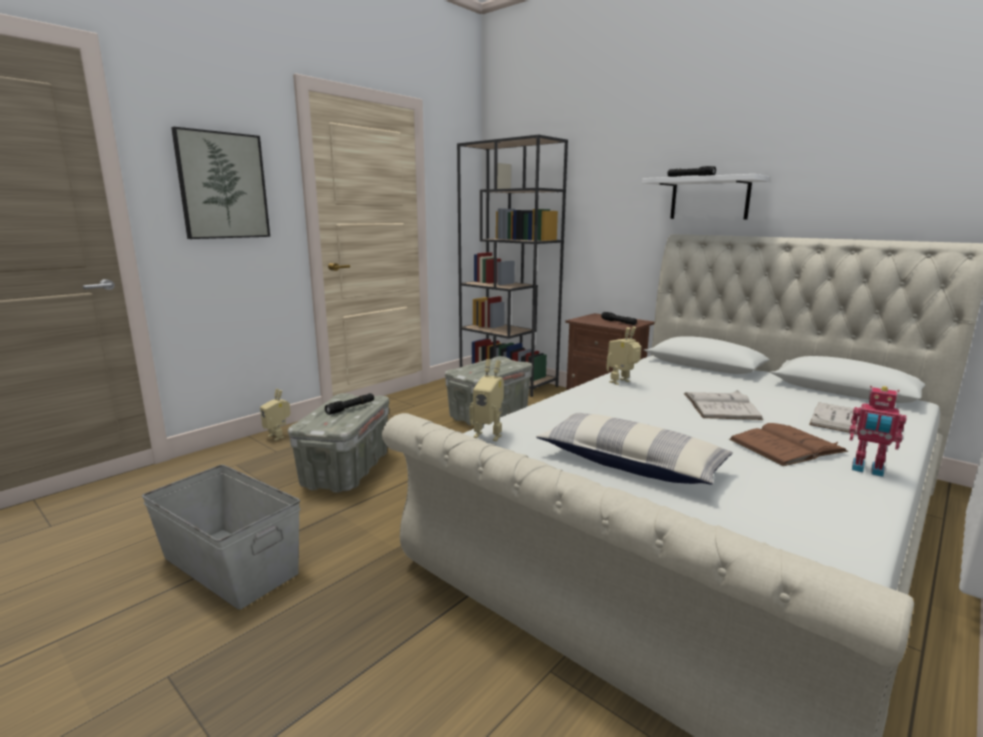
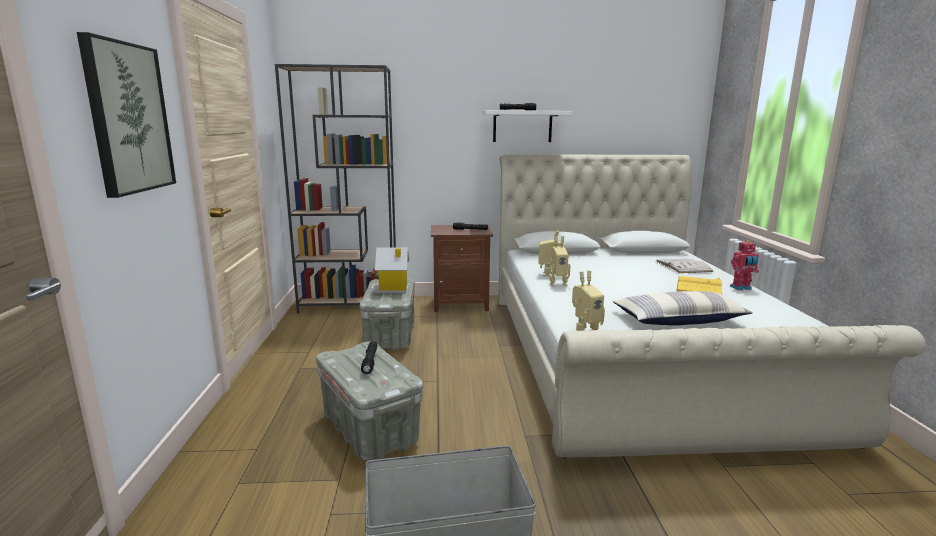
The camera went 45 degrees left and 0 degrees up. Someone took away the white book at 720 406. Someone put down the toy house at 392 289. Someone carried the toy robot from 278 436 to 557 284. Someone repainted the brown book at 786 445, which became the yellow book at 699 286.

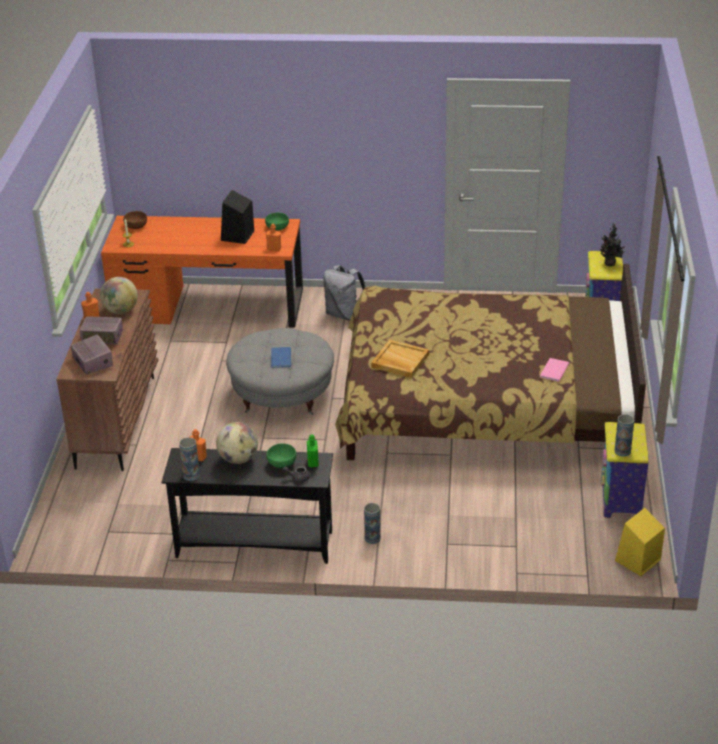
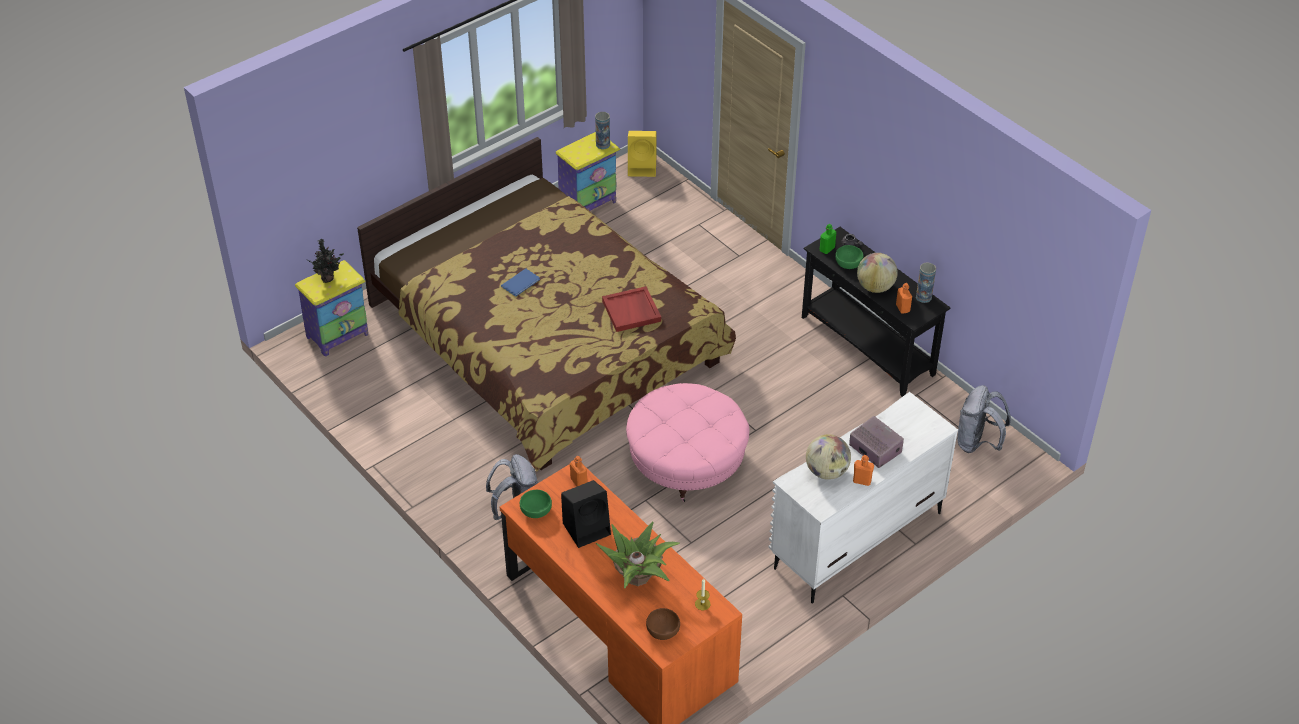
The camera went 135 degrees left and 10 degrees up. Someone took away the radio at 93 362. Someone took away the vase at 372 538. Someone took away the pink book at 553 371. Someone put down the potted plant at 638 577. Someone put down the grey backpack at 977 443. Someone carried the blue book from 280 358 to 522 283. Someone repainted the brown dresser at 117 421, which became the white dresser at 856 539. Someone repainted the grey ottoman at 282 394, which became the pink ottoman at 687 462. Someone repainted the beige tray at 399 361, which became the red tray at 632 311.

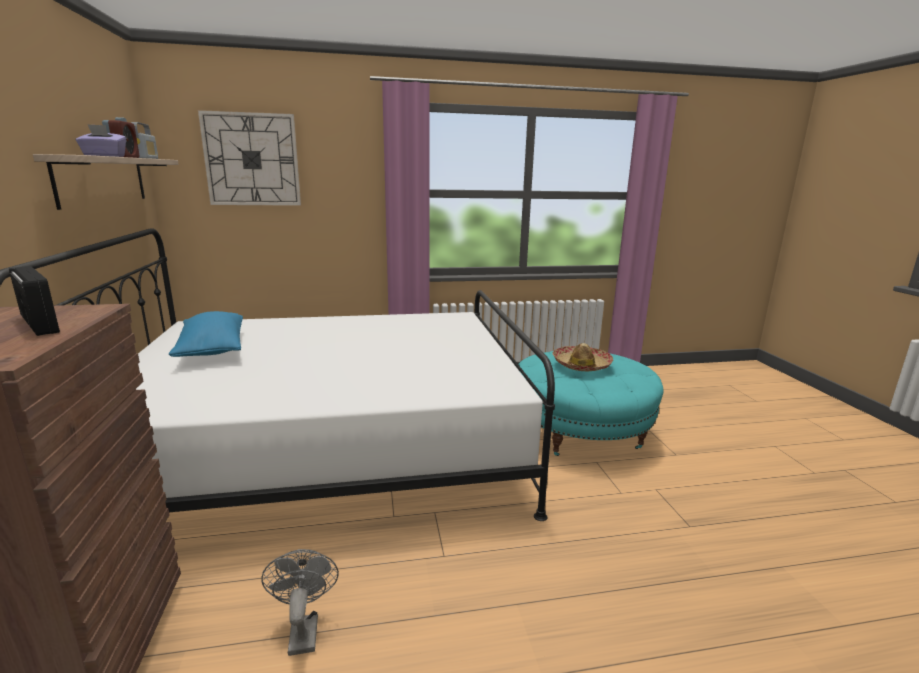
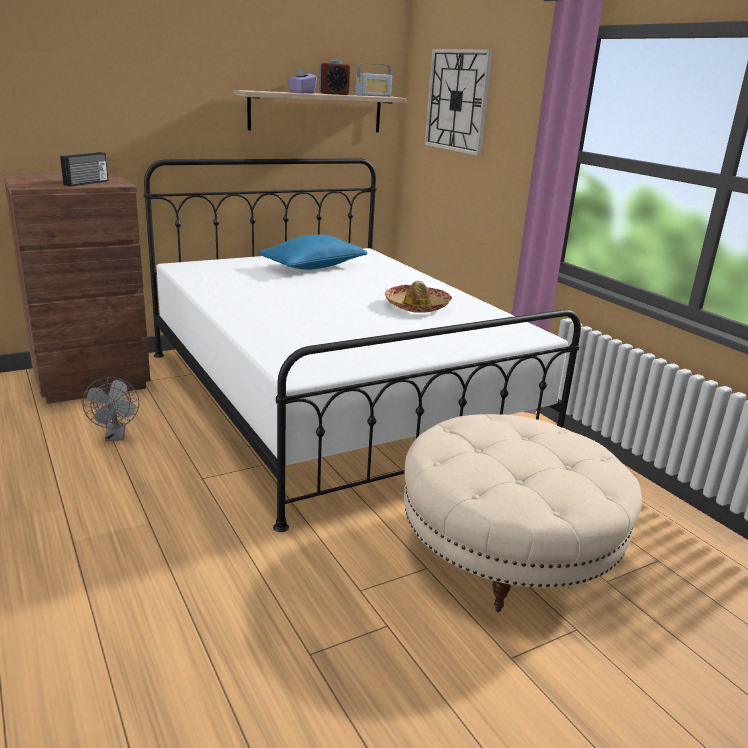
The camera went 70 degrees right and 5 degrees up. Someone carried the hat from 581 365 to 417 306. Someone repainted the turquoise ottoman at 581 431, which became the beige ottoman at 507 552. Someone rotated the grey fan at 303 629 by 105 degrees clockwise.

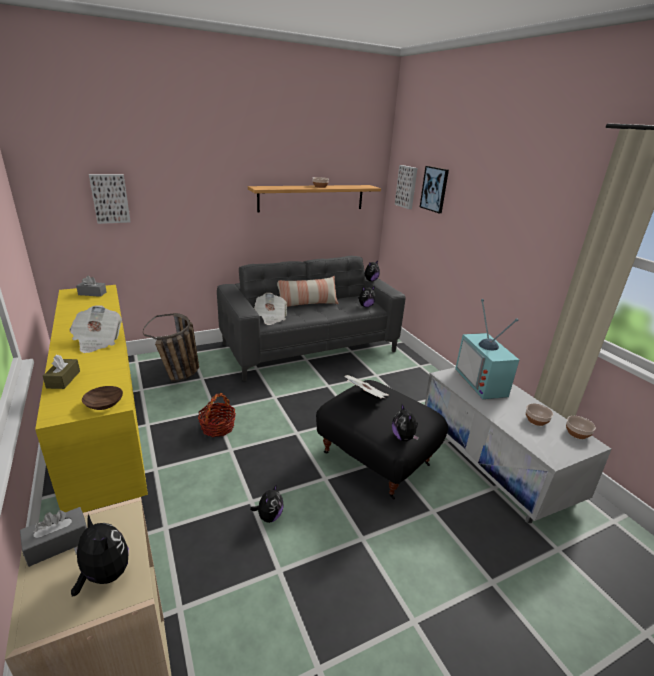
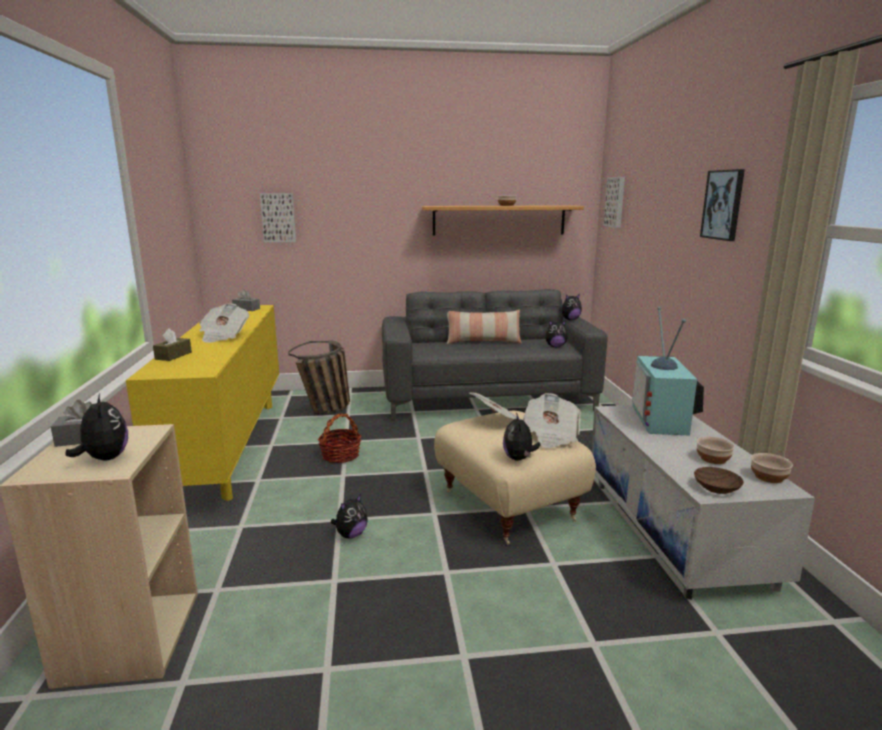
The camera went 20 degrees right and 10 degrees down. Someone carried the brown bowl from 105 403 to 717 487. Someone carried the newspaper from 270 317 to 551 436. Someone carried the picture from 434 189 to 723 205. Someone repainted the black ottoman at 377 458, which became the beige ottoman at 510 505.

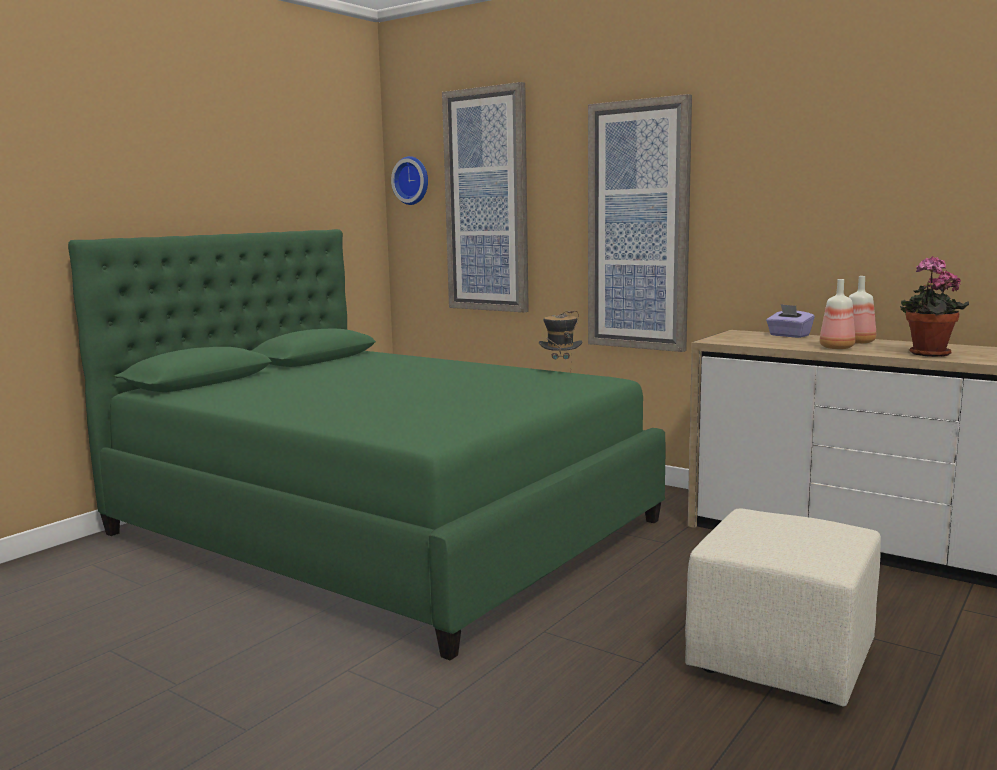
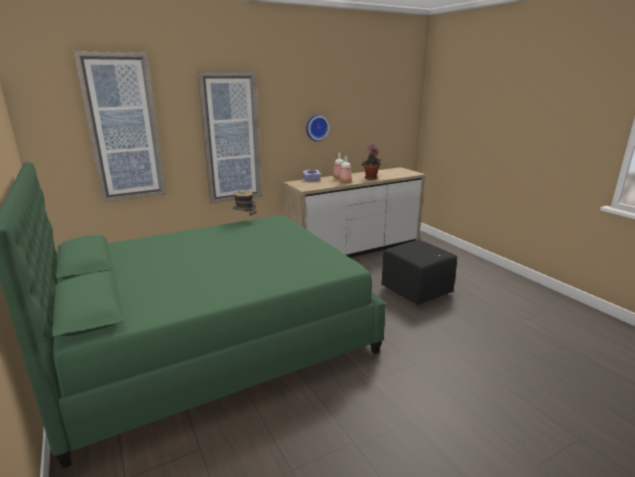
The camera went 65 degrees left and 10 degrees up. Someone carried the wall clock from 412 180 to 316 127. Someone repainted the beige ottoman at 782 661, which became the black ottoman at 417 291.

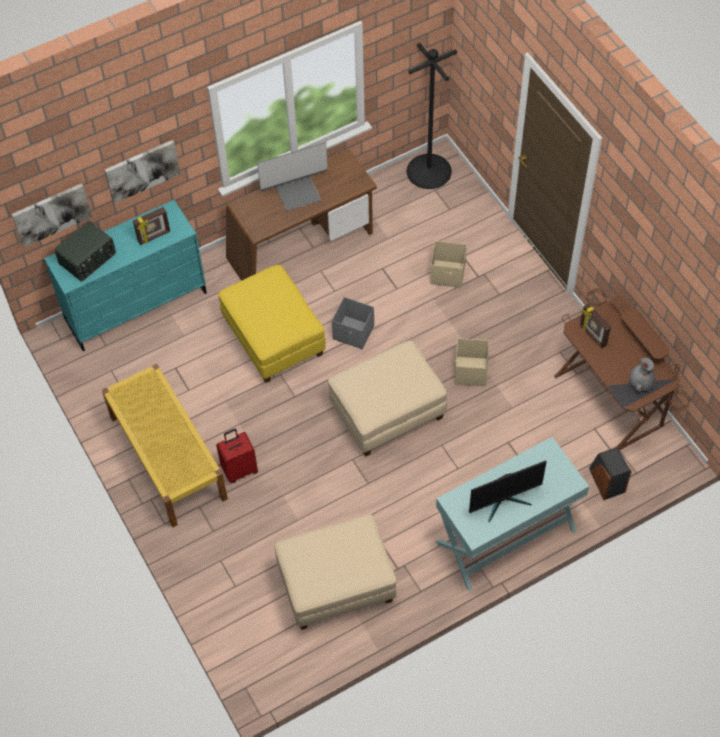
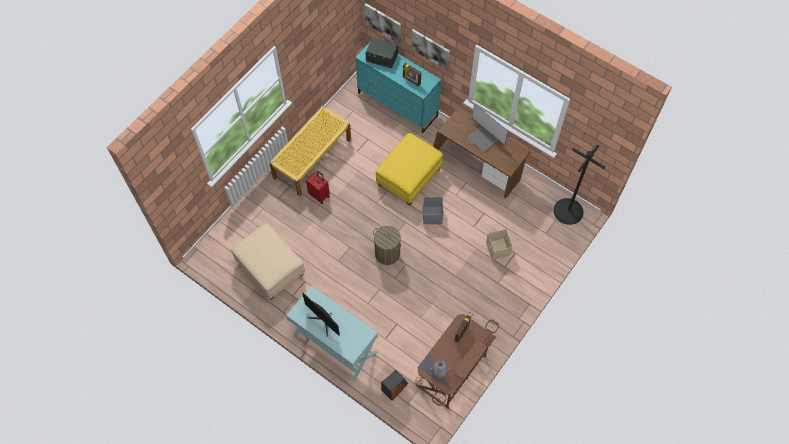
The camera went 65 degrees right and 5 degrees up. Someone took away the beige storage box at 470 372. Someone swapped the beige ottoman at 387 413 for the laundry basket at 387 253.

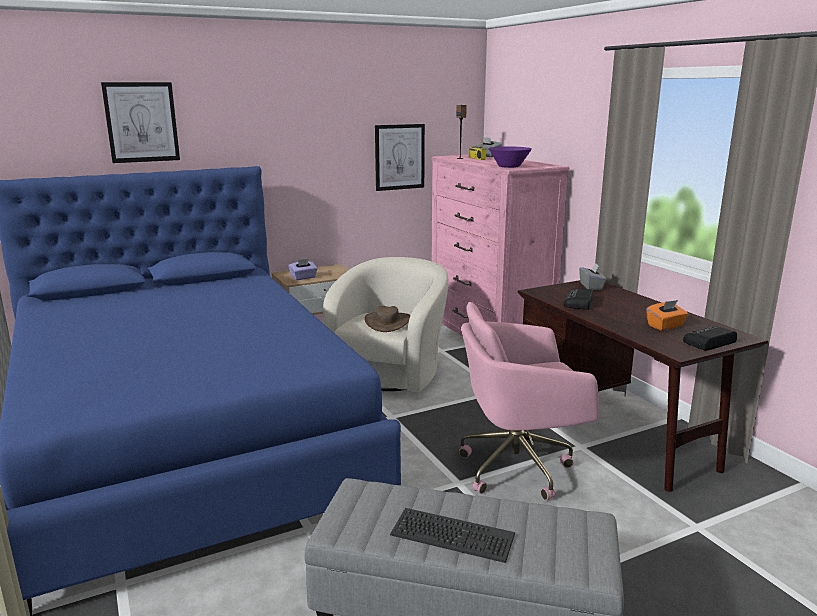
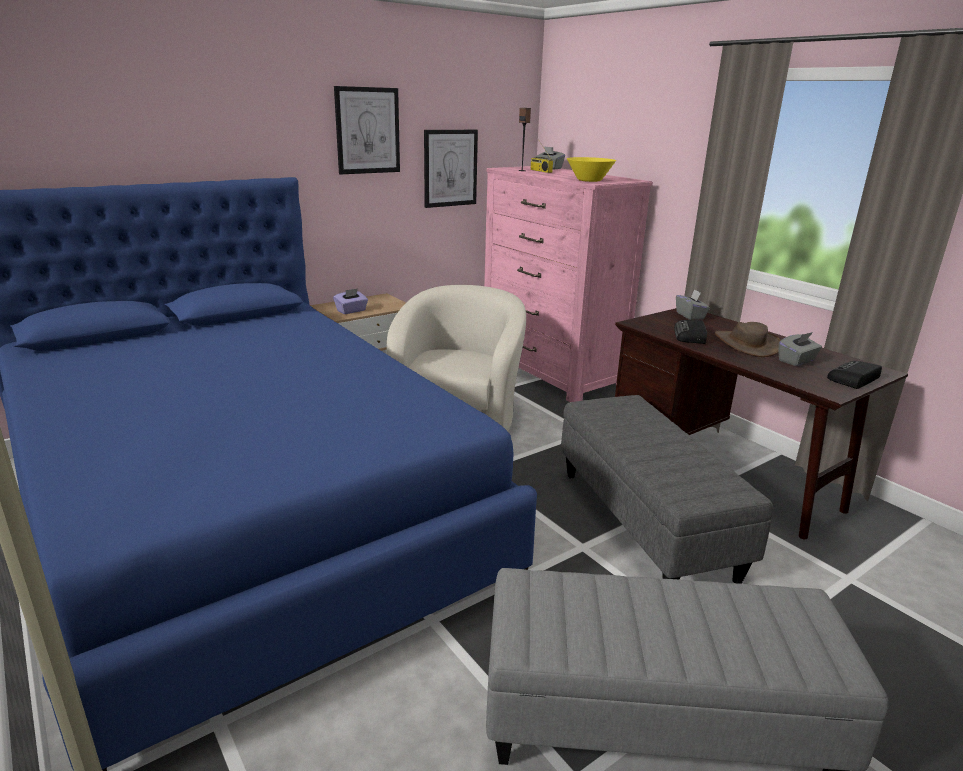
The camera went 10 degrees left and 5 degrees up. Someone took away the keyboard at 452 536. Someone carried the picture from 141 122 to 367 131. Someone carried the brown hat from 388 322 to 746 344. Someone swapped the pink office chair at 520 469 for the grey ottoman at 642 524. Someone repainted the purple bowl at 509 166, which became the yellow bowl at 589 180. Someone repainted the orange tissue box at 665 326, which became the grey tissue box at 797 361.

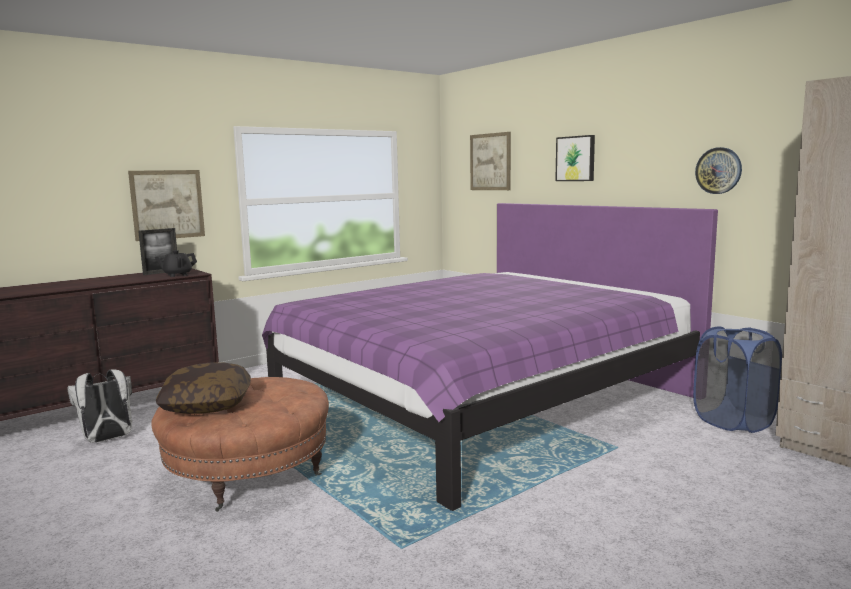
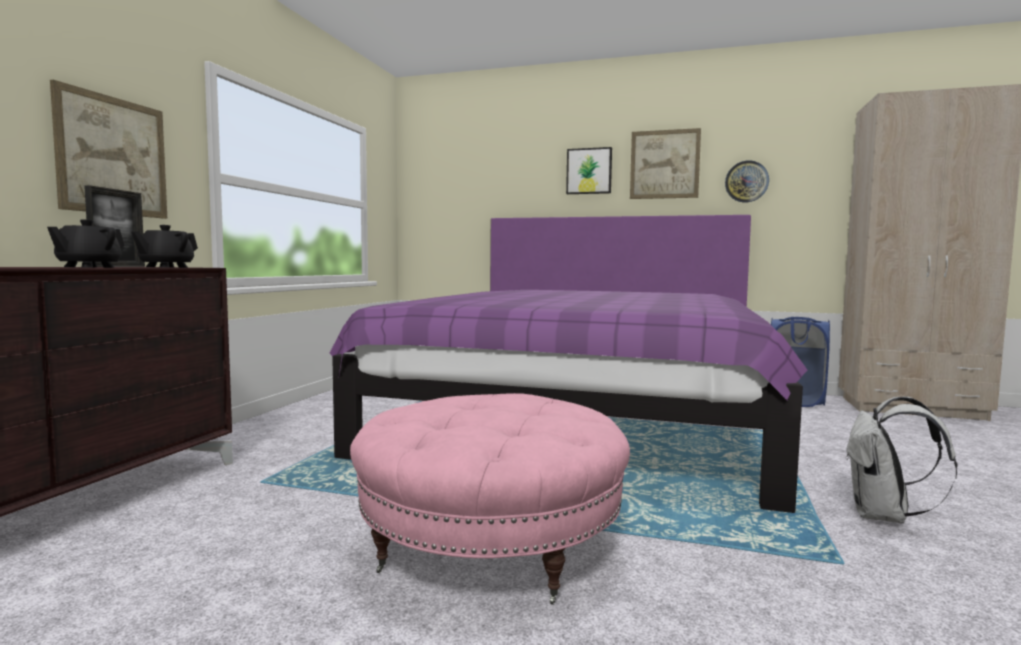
The camera went 35 degrees left and 5 degrees down. Someone took away the pillow at 207 404. Someone put down the black teapot at 88 267. Someone carried the white backpack from 107 439 to 884 516. Someone carried the picture from 490 162 to 664 164. Someone repainted the brown ottoman at 248 474, which became the pink ottoman at 491 544.

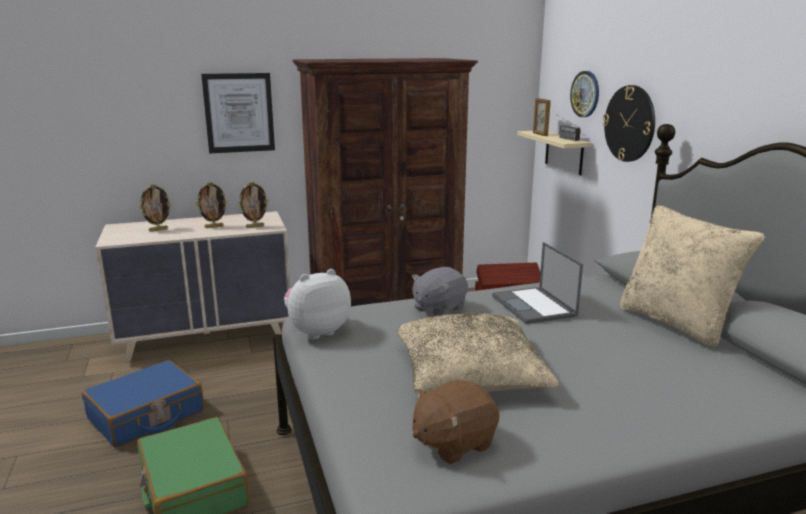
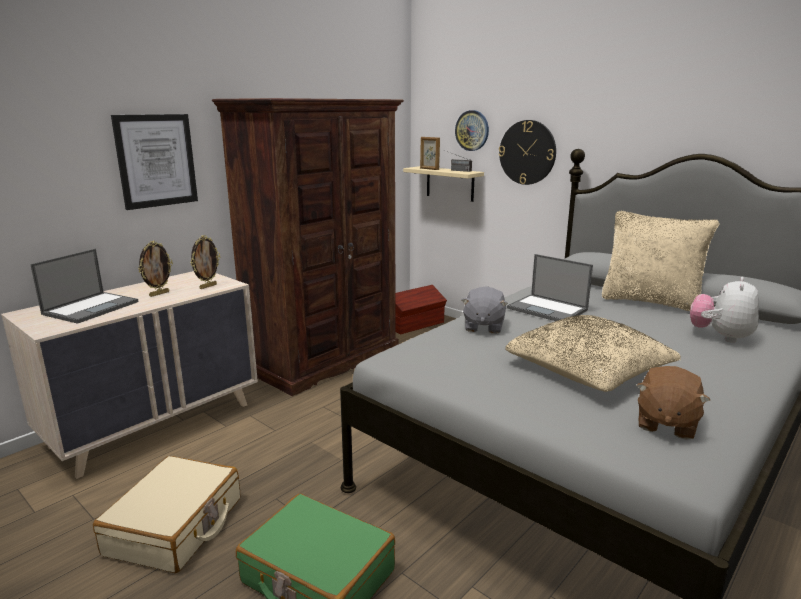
The camera went 30 degrees left and 0 degrees up. Someone carried the plush toy from 317 331 to 720 337. Someone swapped the picture frame at 158 230 for the laptop at 91 307. Someone repainted the blue suitcase at 146 416, which became the beige suitcase at 176 526.

